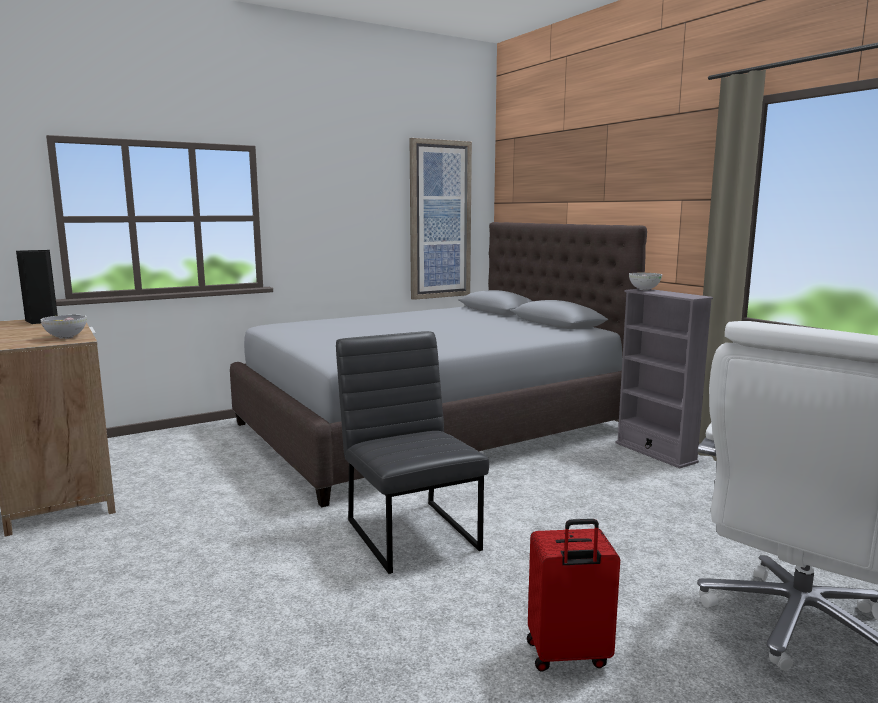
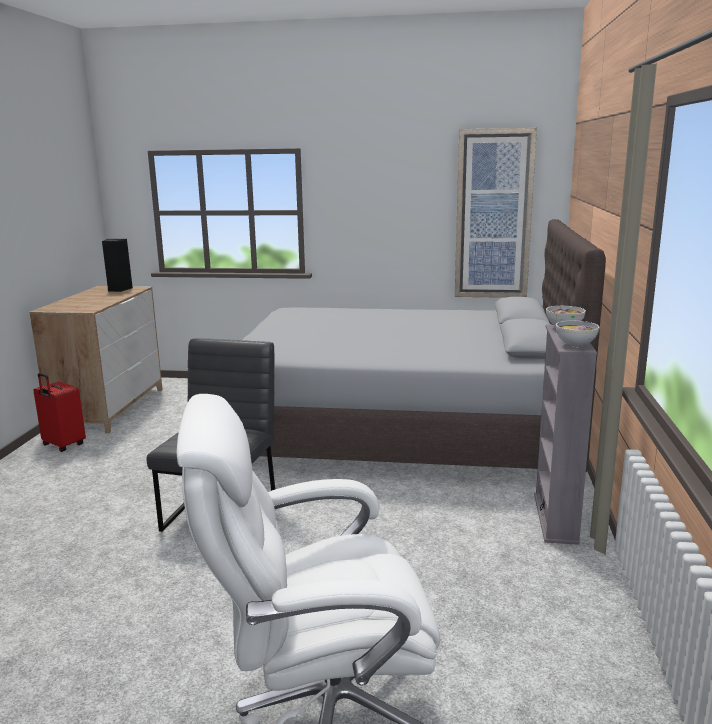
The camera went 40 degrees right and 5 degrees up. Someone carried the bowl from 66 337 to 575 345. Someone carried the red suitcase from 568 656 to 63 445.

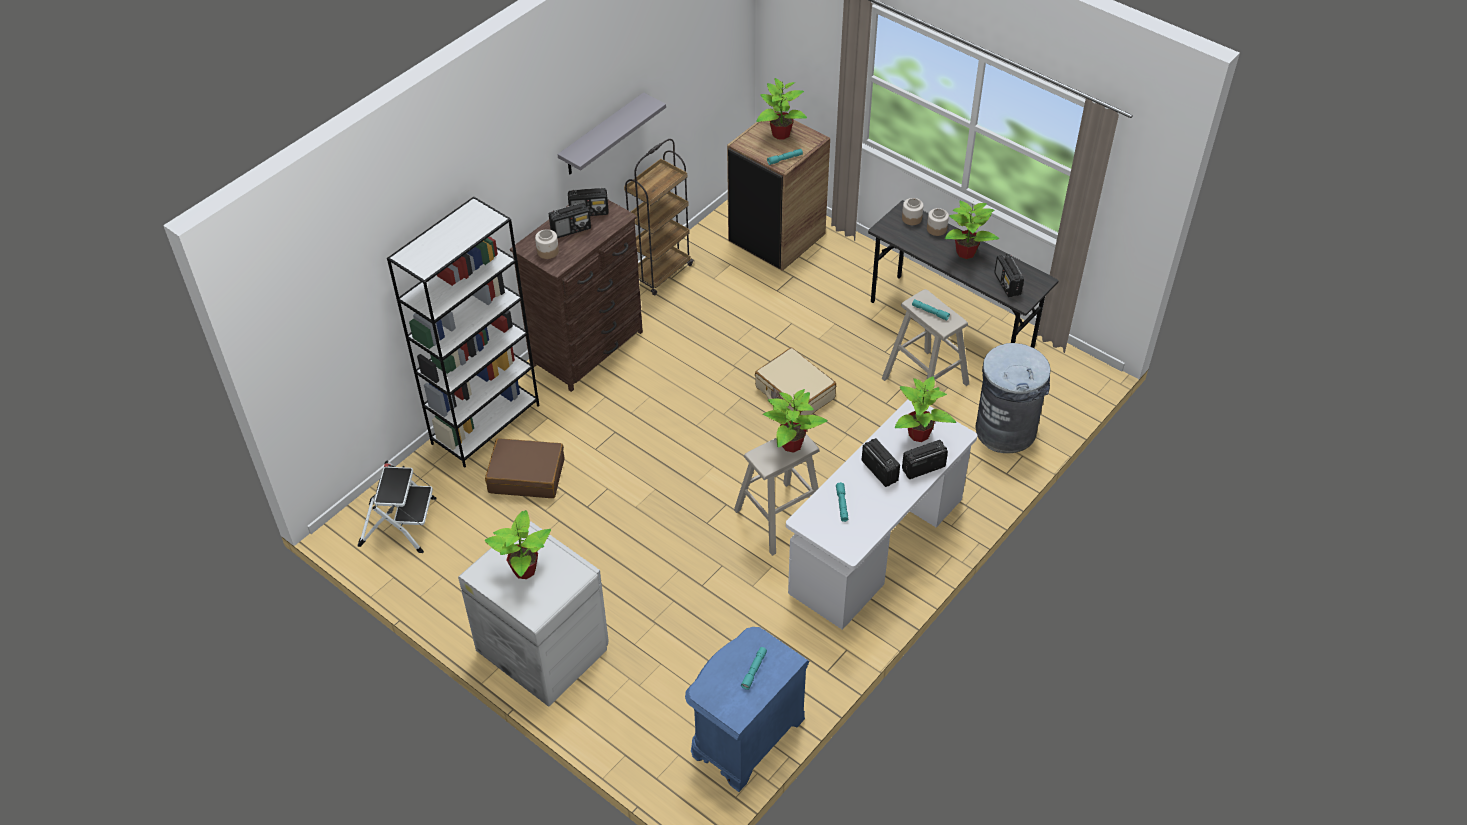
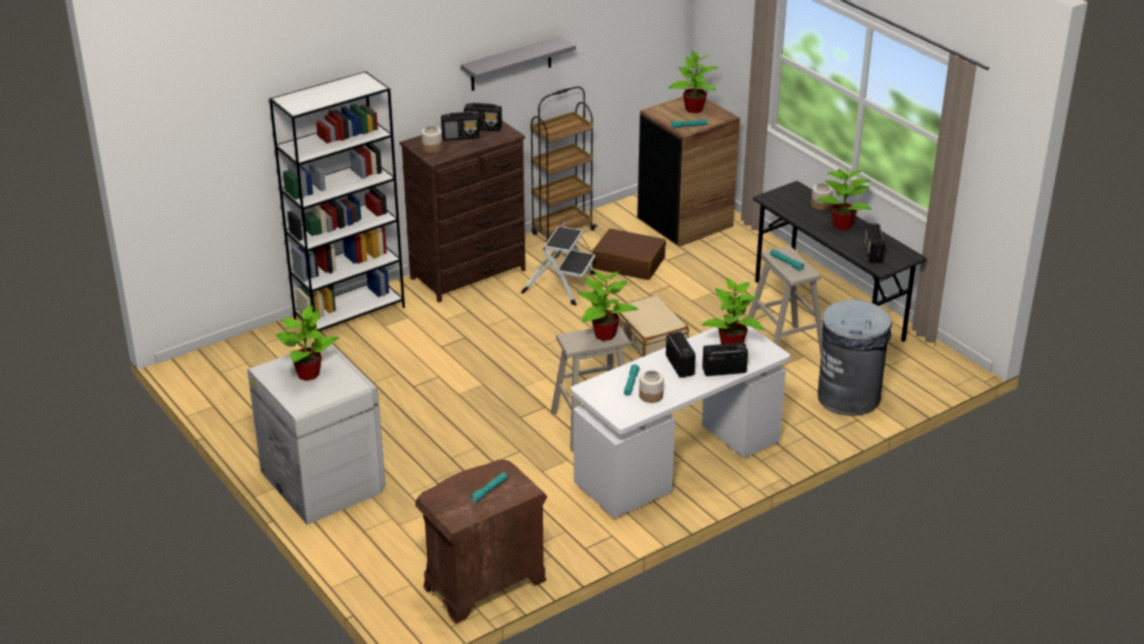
The camera went 15 degrees right and 15 degrees down. Someone carried the step ladder from 399 523 to 559 284. Someone carried the brown suitcase from 527 475 to 629 263. Someone carried the jar from 911 218 to 651 395. Someone repainted the blue nightstand at 743 735, which became the brown nightstand at 480 581.

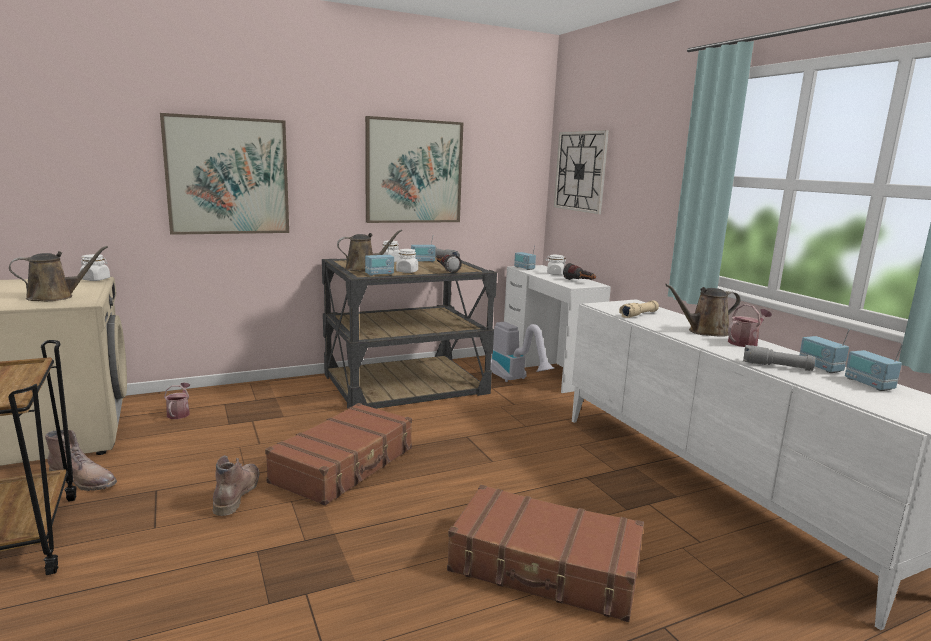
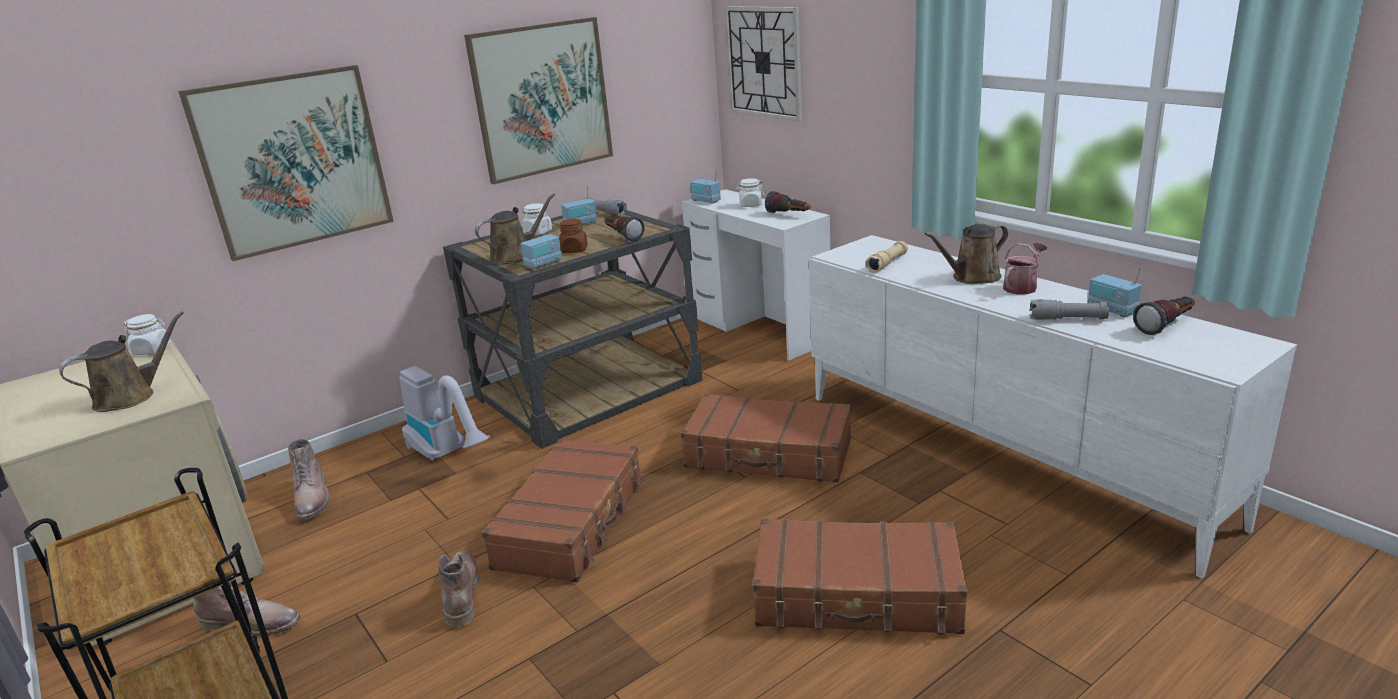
The camera went 10 degrees left and 10 degrees up. Someone put down the brown suitcase at 768 454. Someone carried the vacuum cleaner from 515 380 to 448 454. Someone swapped the watering can at 179 413 for the brown boot at 313 499. Someone swapped the radio at 868 384 for the flashlight at 1166 326. Someone repainted the white jar at 407 271, which became the brown jar at 574 250.

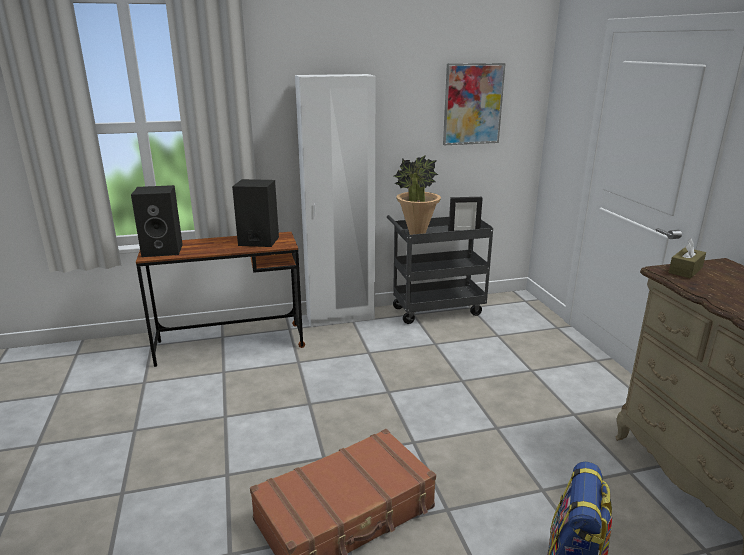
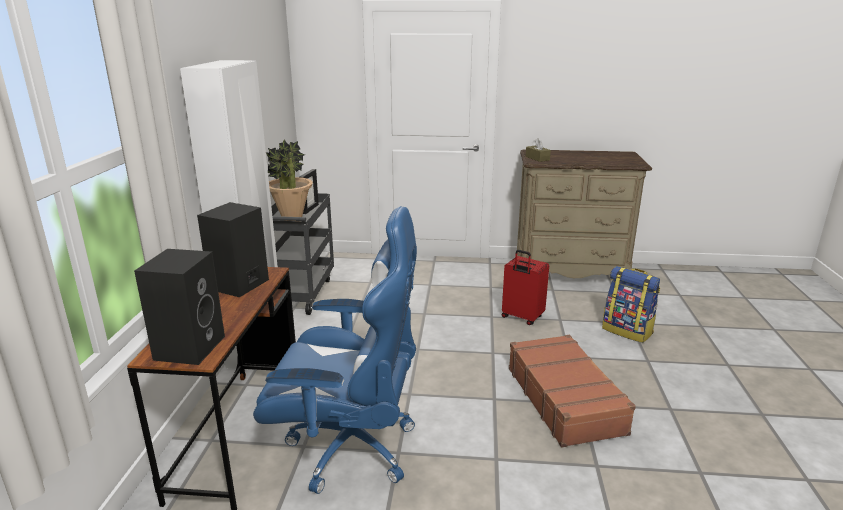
The camera went 70 degrees left and 0 degrees up. Someone took away the picture at 473 104. Someone put down the blue office chair at 344 448. Someone put down the red suitcase at 521 317.

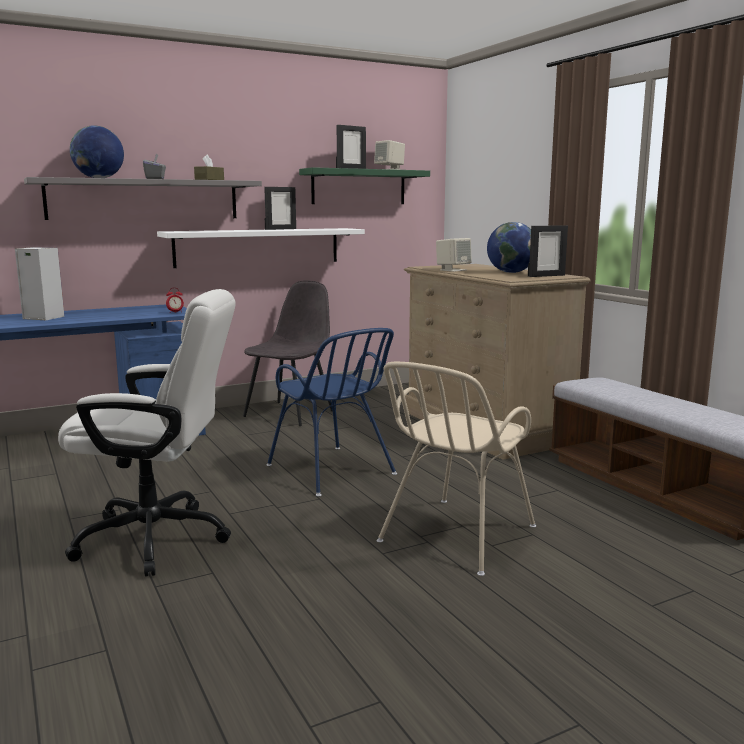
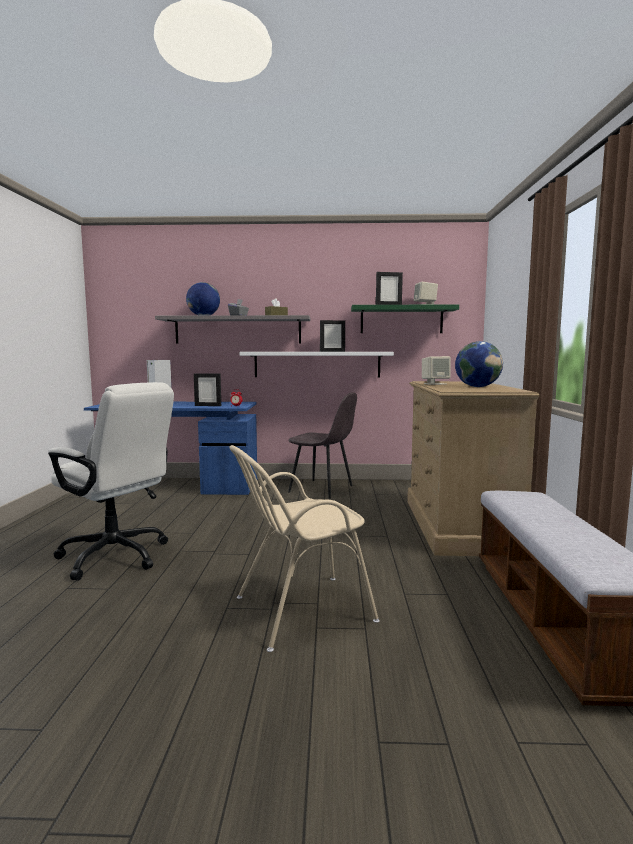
The camera went 30 degrees right and 5 degrees down. Someone took away the blue chair at 333 471. Someone carried the picture frame from 546 275 to 208 405. Someone rotated the grey chair at 290 413 by 60 degrees clockwise.

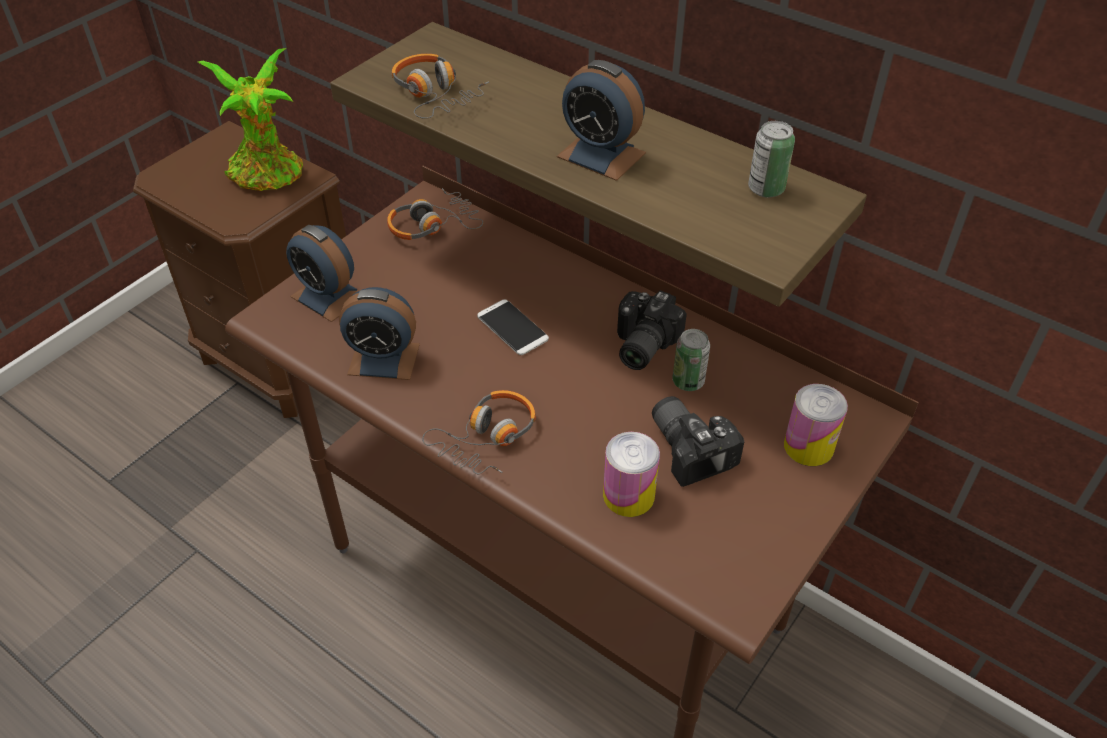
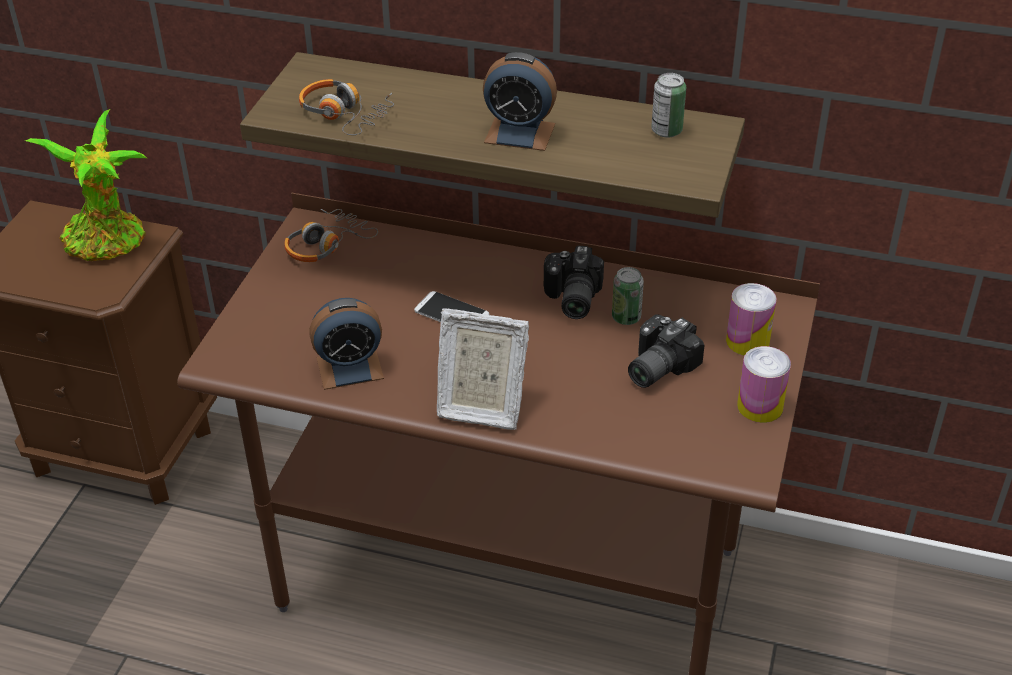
The camera went 20 degrees left and 5 degrees down. Someone took away the alarm clock at 328 296. Someone carried the can from 628 495 to 760 406. Someone swapped the headphones at 487 438 for the picture frame at 480 406. Someone rotated the photo camera at 692 447 by 90 degrees counterclockwise.

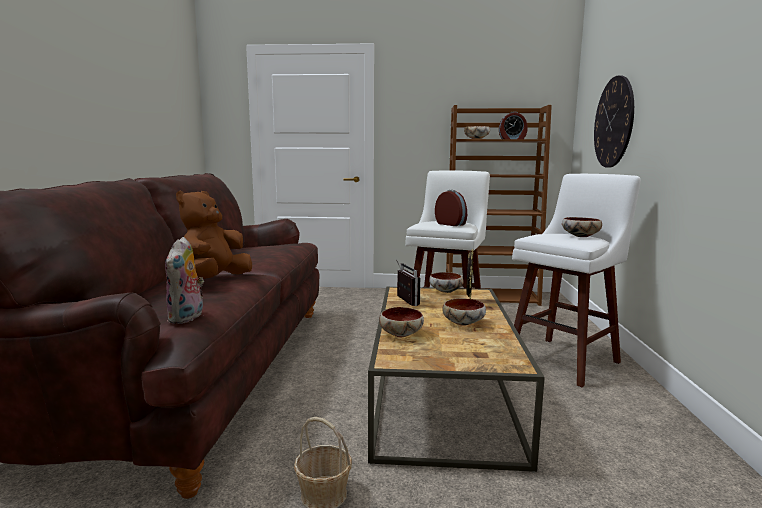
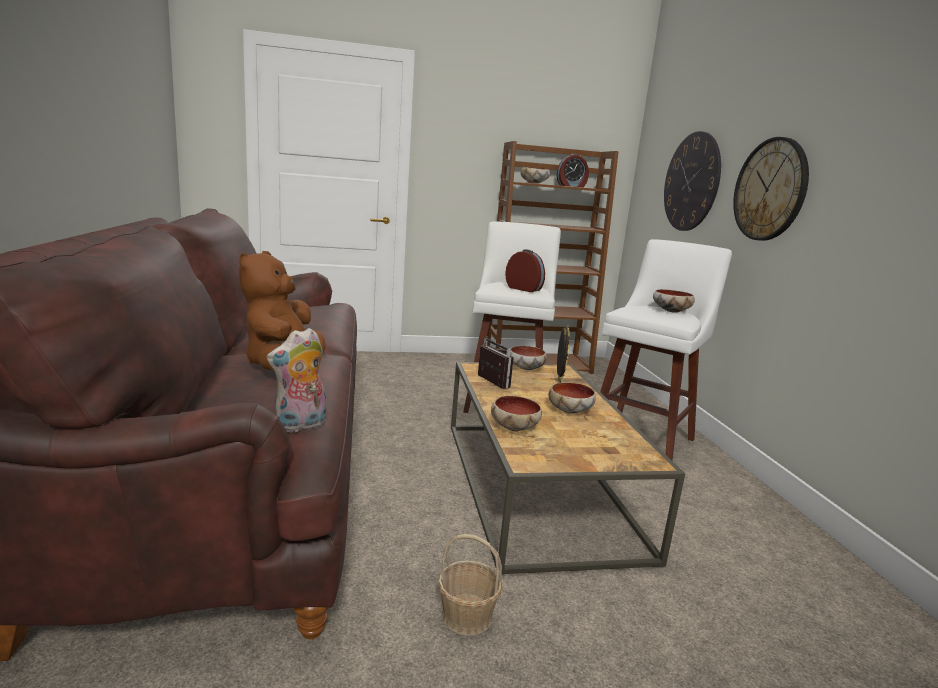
The camera went 15 degrees left and 5 degrees up. Someone put up the wall clock at 770 190. Someone rotated the plush toy at 187 318 by 60 degrees clockwise.

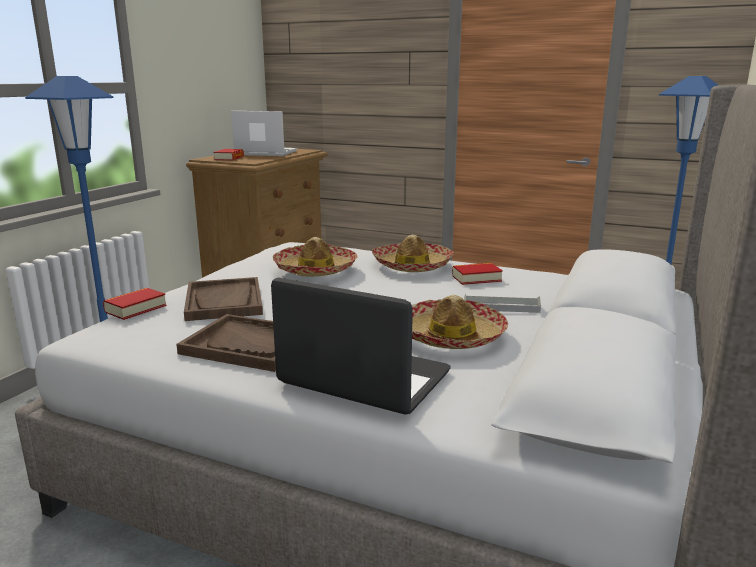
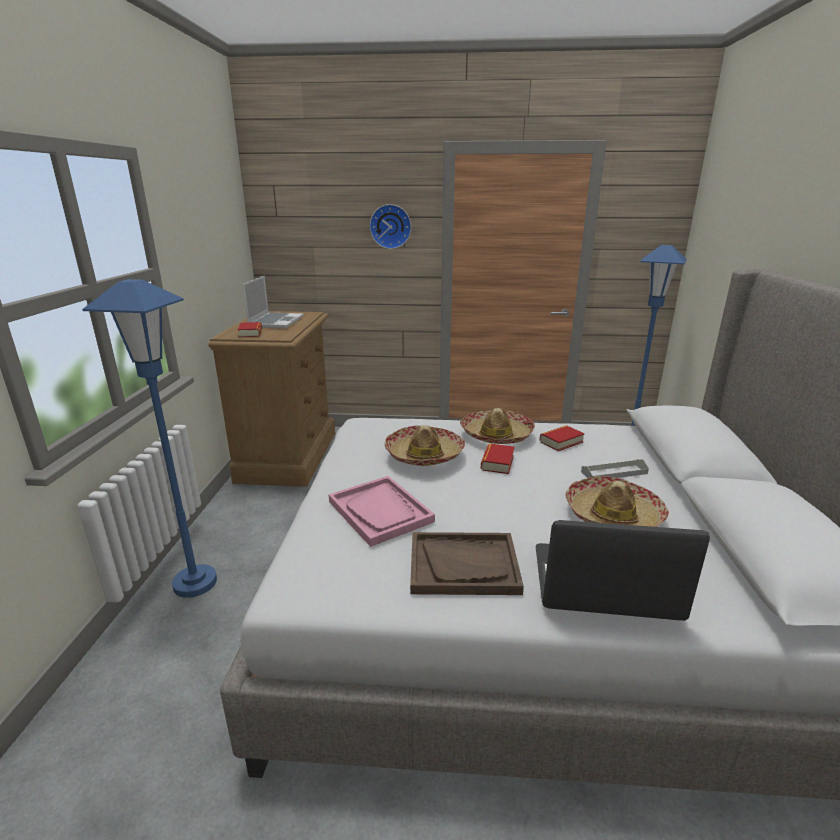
The camera went 20 degrees left and 5 degrees up. Someone put up the wall clock at 390 226. Someone carried the book from 135 309 to 497 462. Someone repainted the brown tray at 224 301, which became the pink tray at 380 511. Someone rotated the laptop at 264 153 by 105 degrees clockwise.

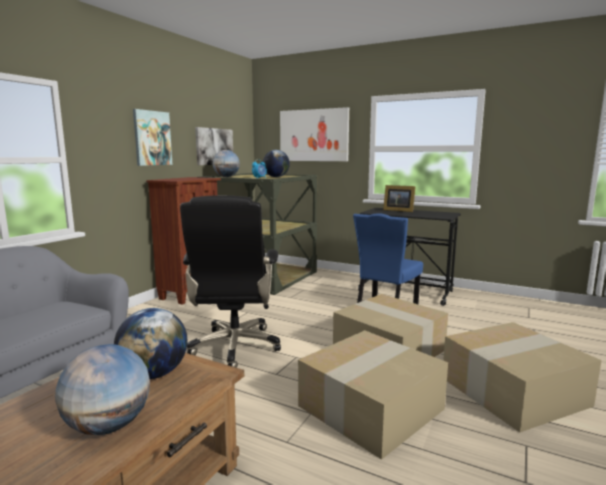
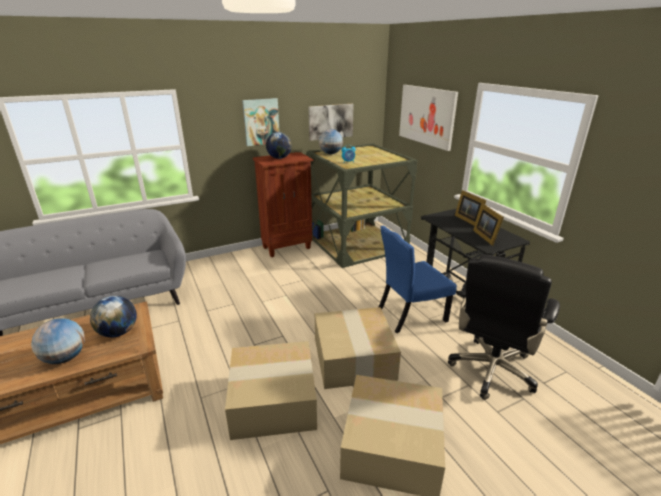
The camera went 35 degrees right and 15 degrees up. Someone put down the picture frame at 486 237. Someone carried the black office chair from 234 348 to 490 371. Someone carried the globe from 276 177 to 279 158.

